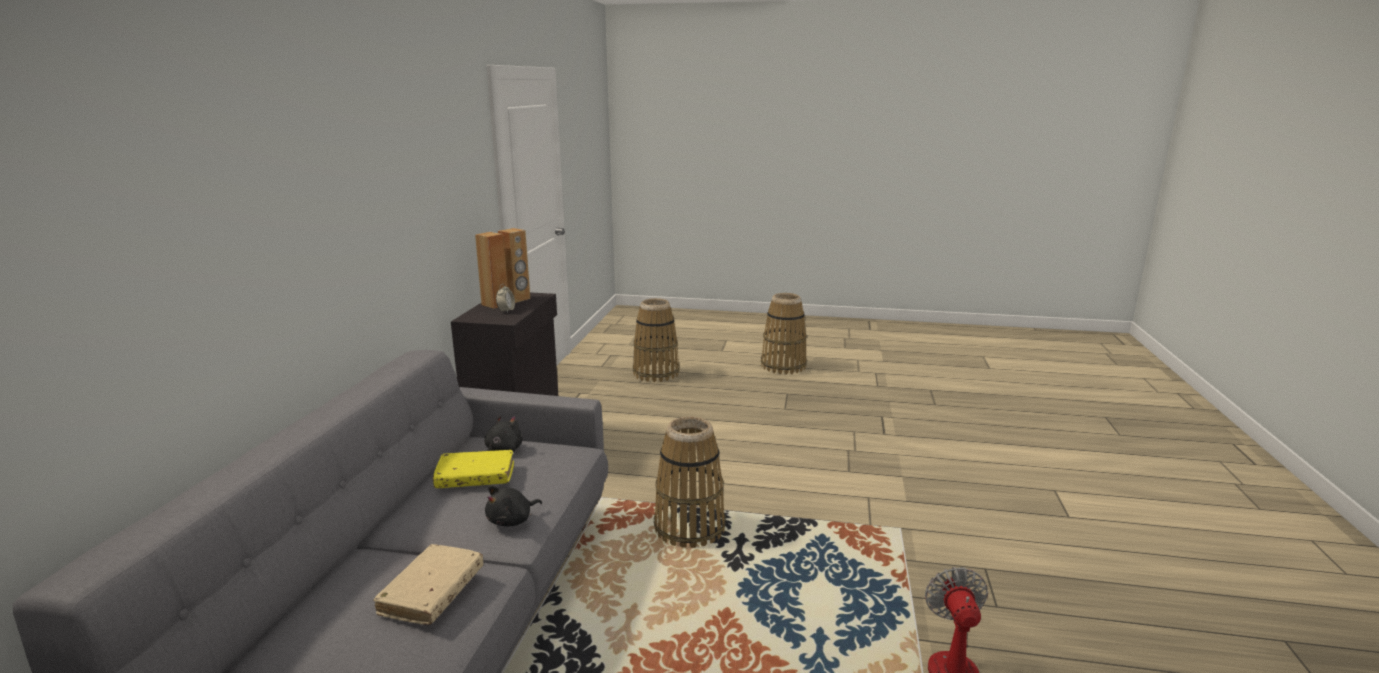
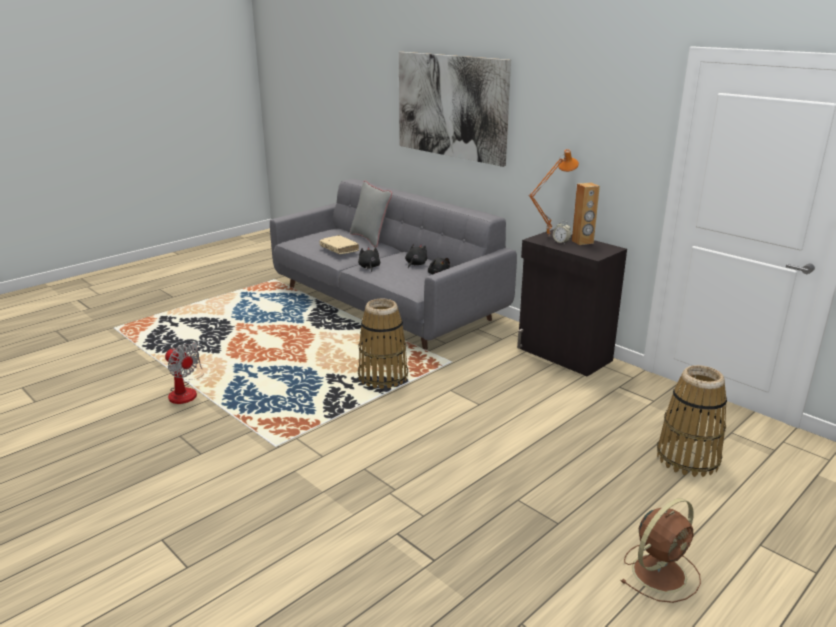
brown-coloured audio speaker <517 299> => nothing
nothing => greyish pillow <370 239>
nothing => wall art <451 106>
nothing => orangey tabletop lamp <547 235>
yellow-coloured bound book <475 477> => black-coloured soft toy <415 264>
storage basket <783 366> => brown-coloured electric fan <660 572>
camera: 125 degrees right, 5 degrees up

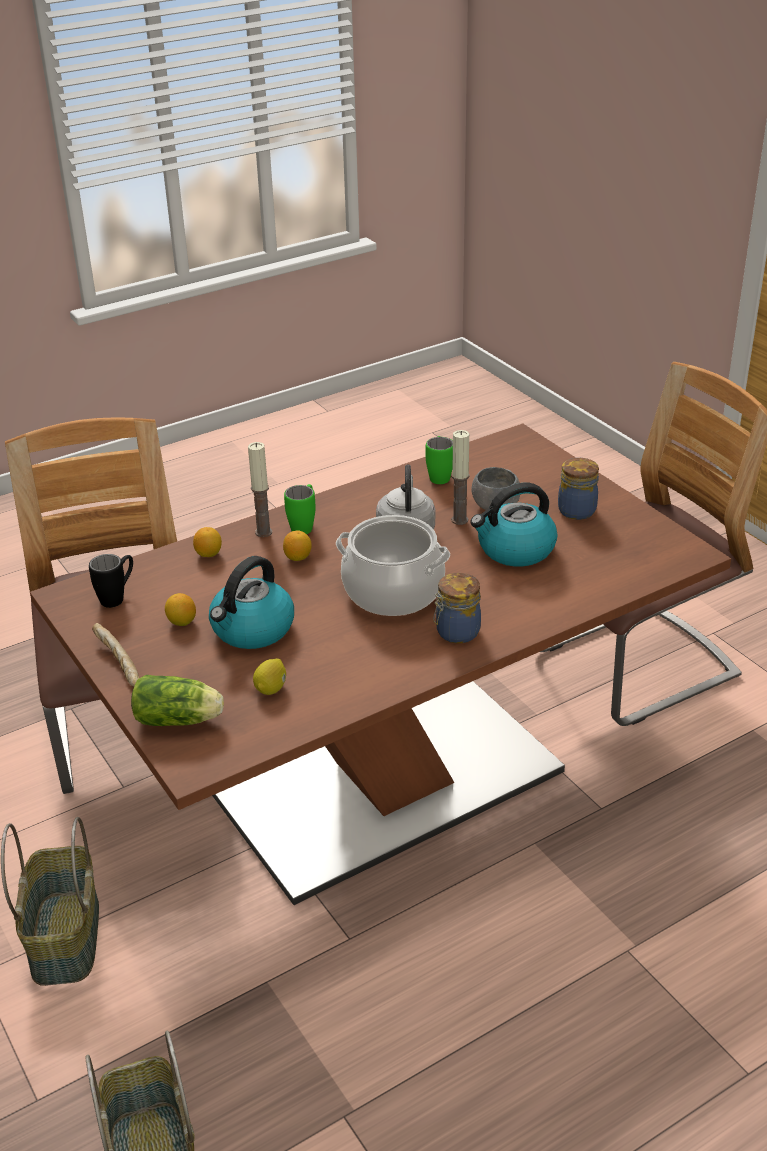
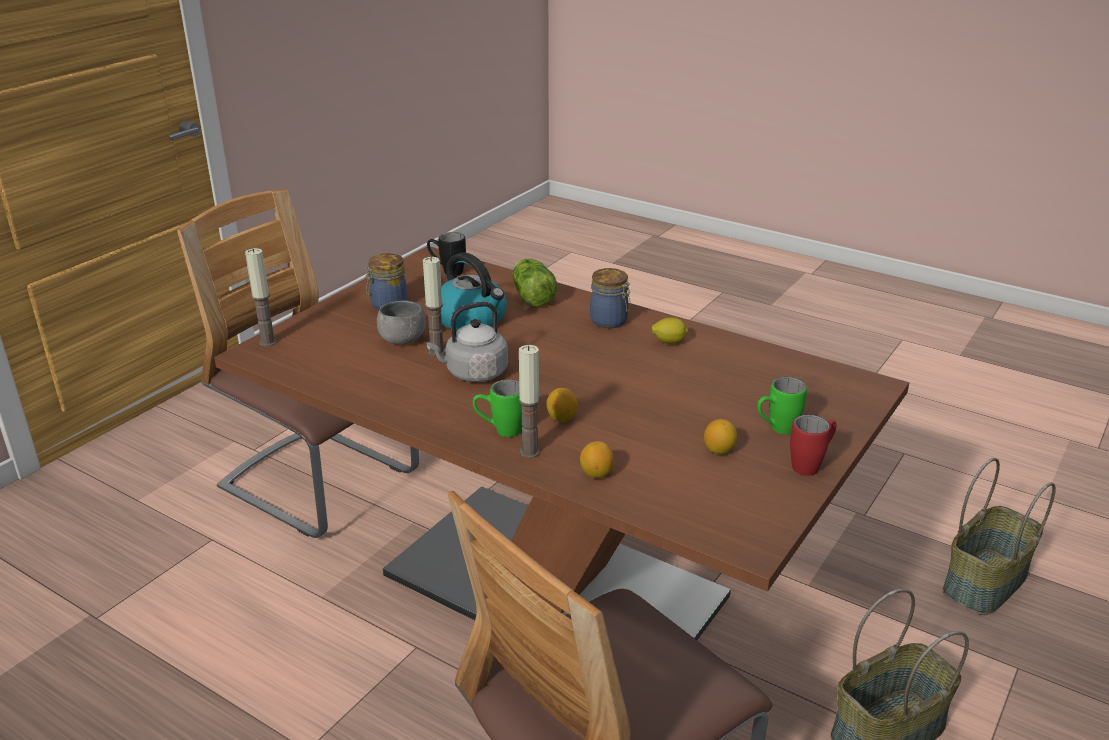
kettle <252 630> => nothing
saucepot <393 592> => nothing
nothing => candle <268 342>
black-coloured tea mug <118 597> => black-coloured tea mug <447 271>, moved
lettuce head <180 720> => lettuce head <532 296>, moved
citrus fruit <271 688> => citrus fruit <669 342>, moved
green-coloured tea mug <439 475> => green-coloured tea mug <776 429>, moved
bakery bread <117 663> => red tea mug <811 465>
camera: 115 degrees left, 5 degrees down

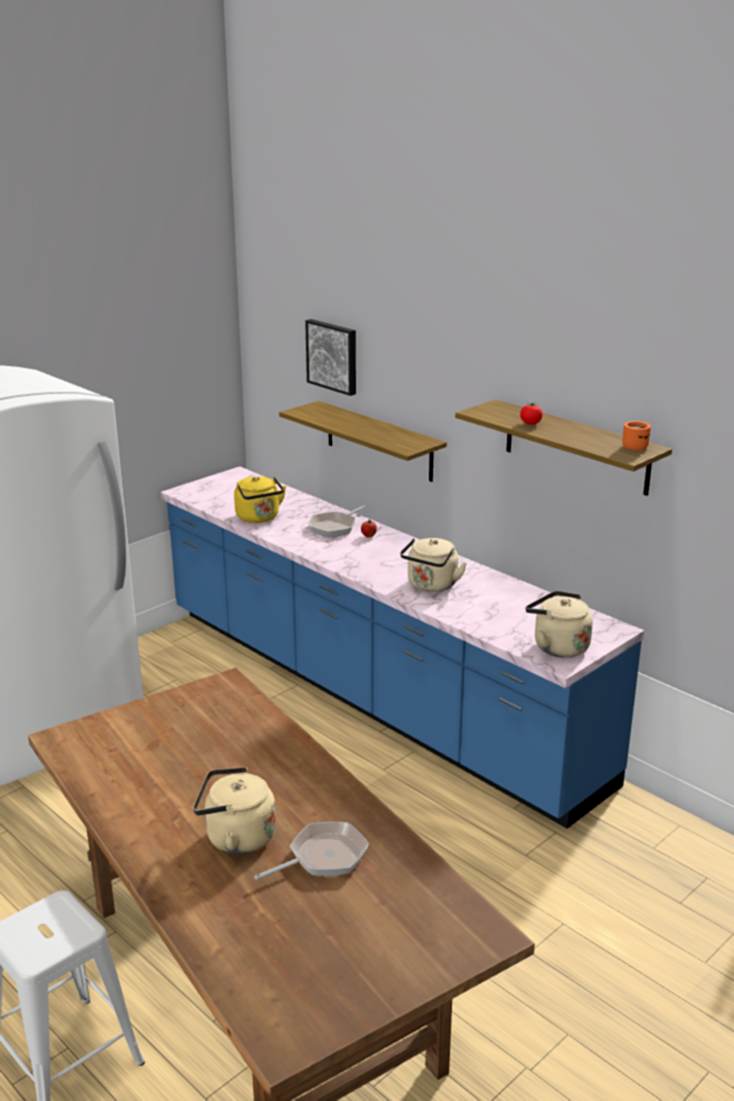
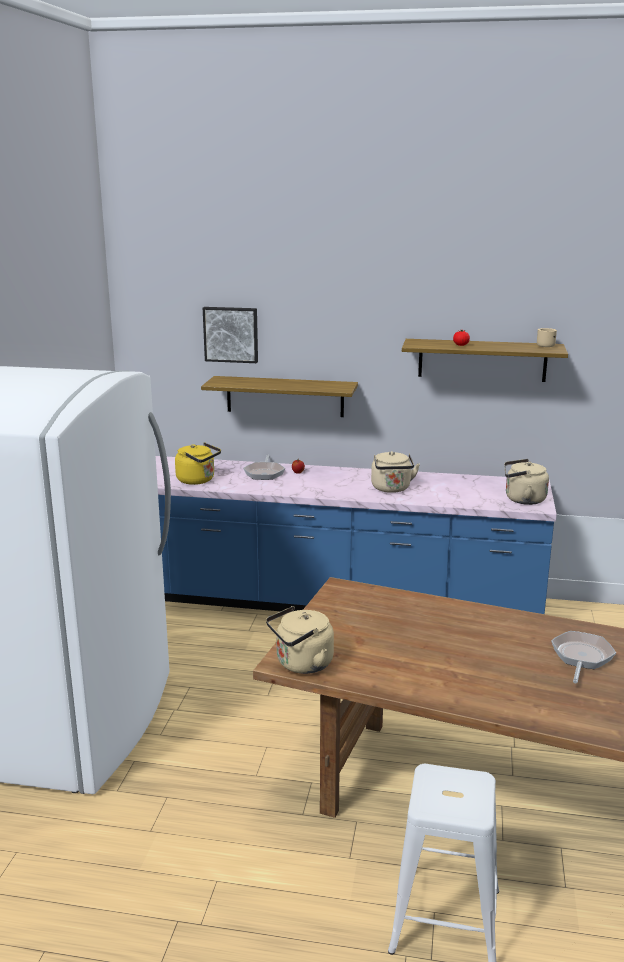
sand-coloured kettle <236 838> => sand-coloured kettle <301 664>, moved
orangey tea mug <634 446> => sand-coloured tea mug <544 346>
camera: 35 degrees left, 5 degrees down

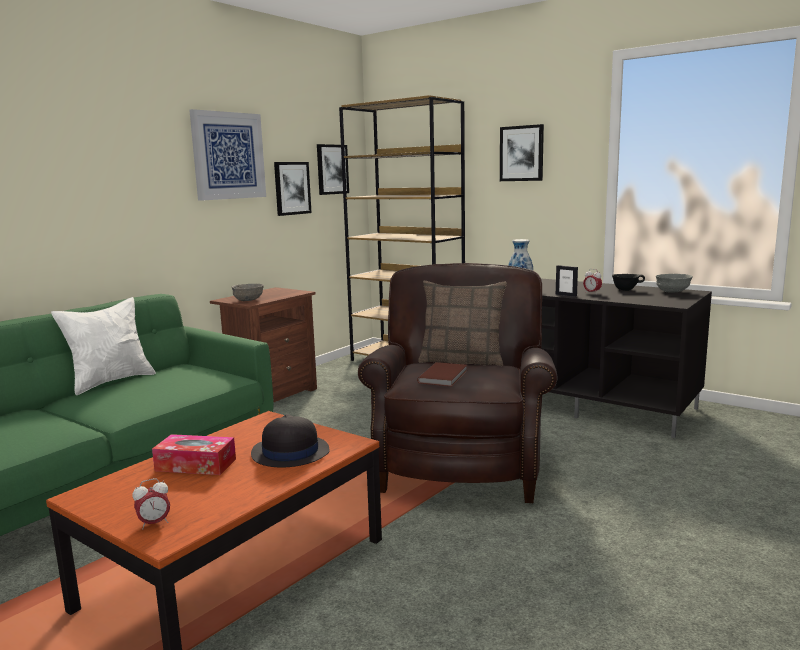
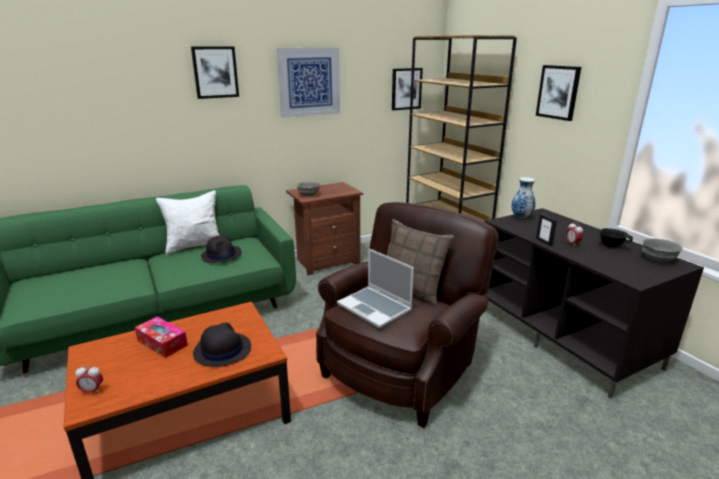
nothing => black-coloured hat <221 255>
wall art <292 188> => wall art <215 72>, moved
brown-coloured bound book <444 376> => portable computer <375 308>
camera: 25 degrees right, 10 degrees up

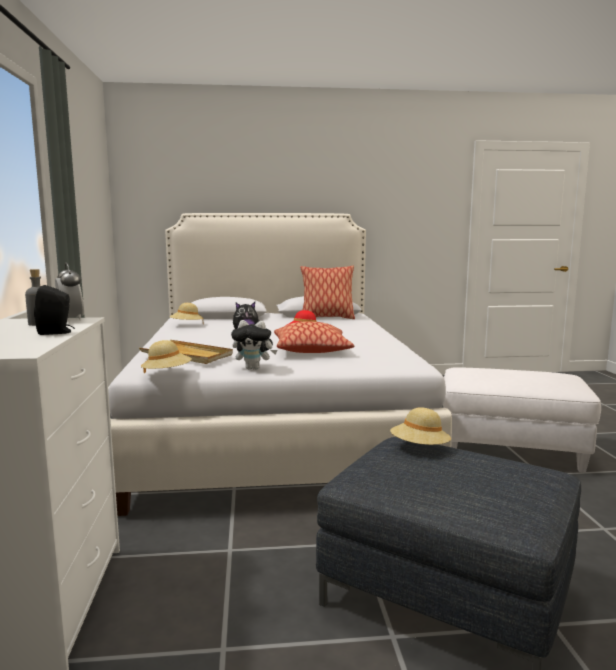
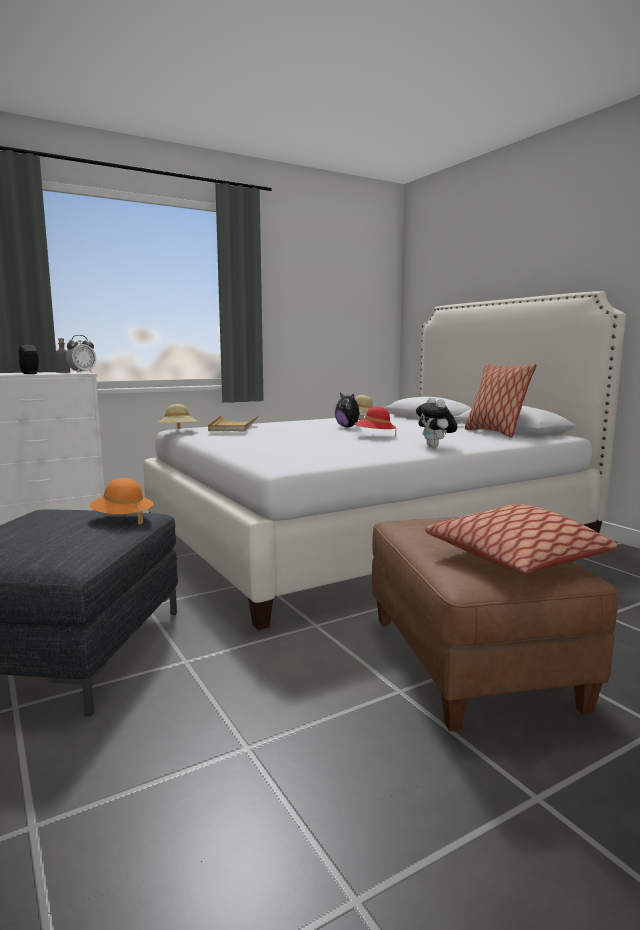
soft toy <254 368> => soft toy <435 446>, moved
pillow <311 350> => pillow <516 559>, moved
sand-coloured hat <419 448> => orangey hat <122 519>
white pouffe <511 450> => brown-coloured pouffe <472 663>
camera: 65 degrees right, 0 degrees up

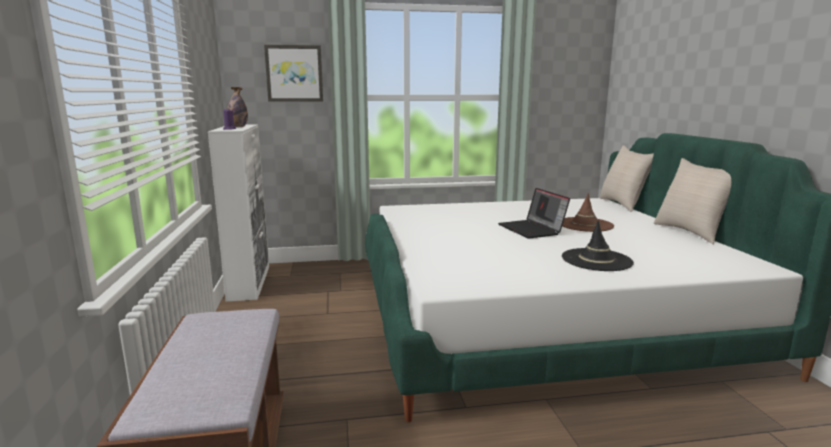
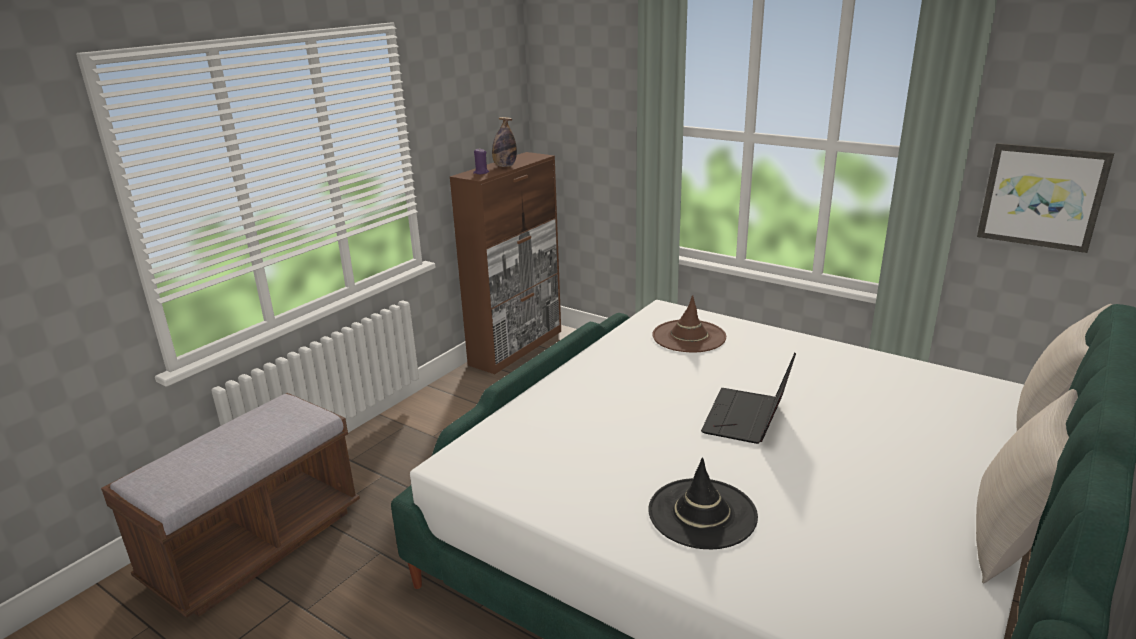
wall art <294 73> => wall art <1041 196>, moved
brown-coloured hat <585 225> => brown-coloured hat <688 336>, moved
white storage cabinet <249 282> => brown-coloured storage cabinet <517 347>
camera: 45 degrees right, 10 degrees up

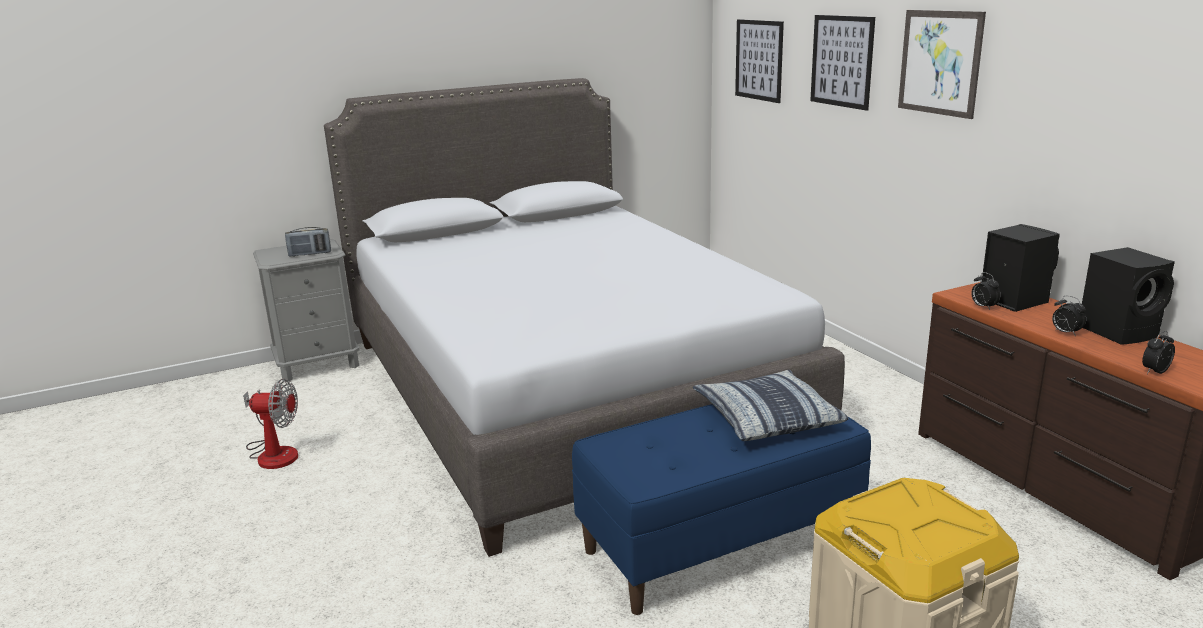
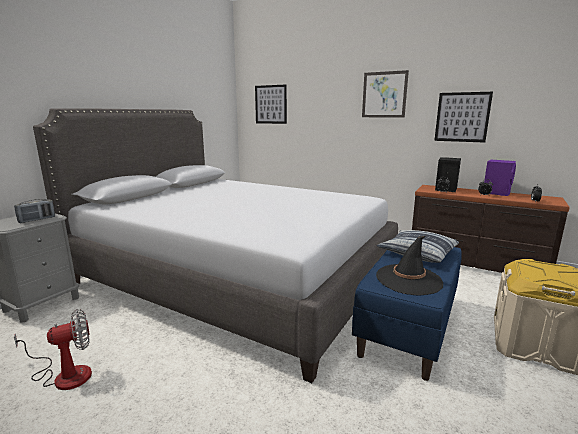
nothing => black-coloured hat <408 279>
wall art <841 61> => wall art <462 117>, moved
black-coloured audio speaker <1120 332> => purple audio speaker <496 193>
camera: 35 degrees left, 5 degrees down

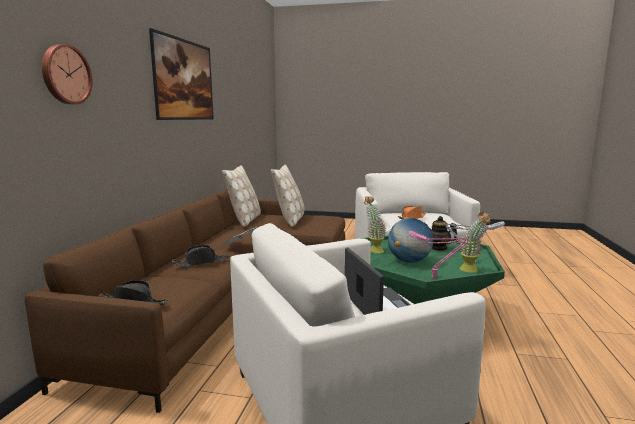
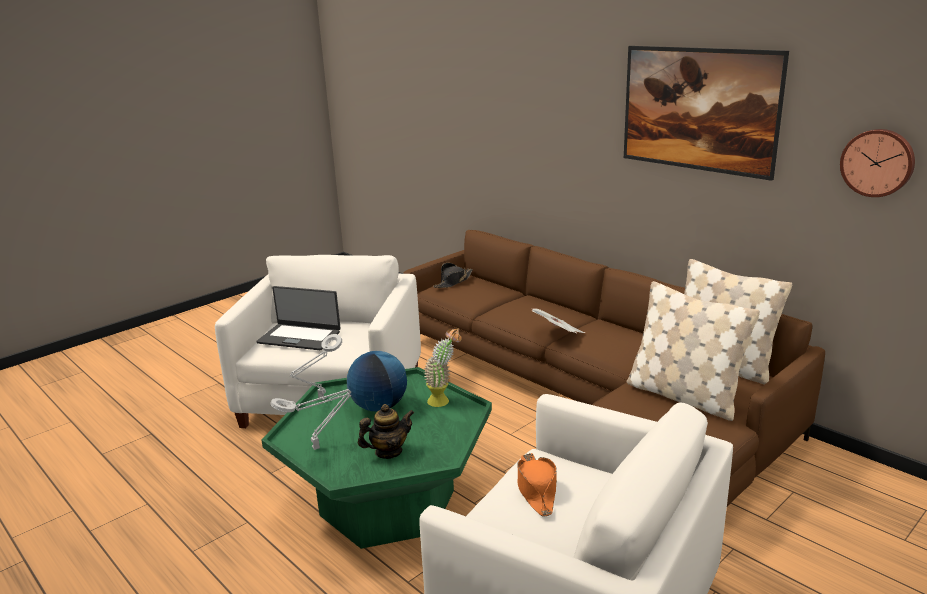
black-coloured hat <201 262> => nothing
plant in a pot <472 271> => nothing
clock on the wall <65 74> => clock on the wall <877 162>, moved
pinkish tabletop lamp <436 277> => greyish tabletop lamp <321 400>
camera: 125 degrees right, 10 degrees up

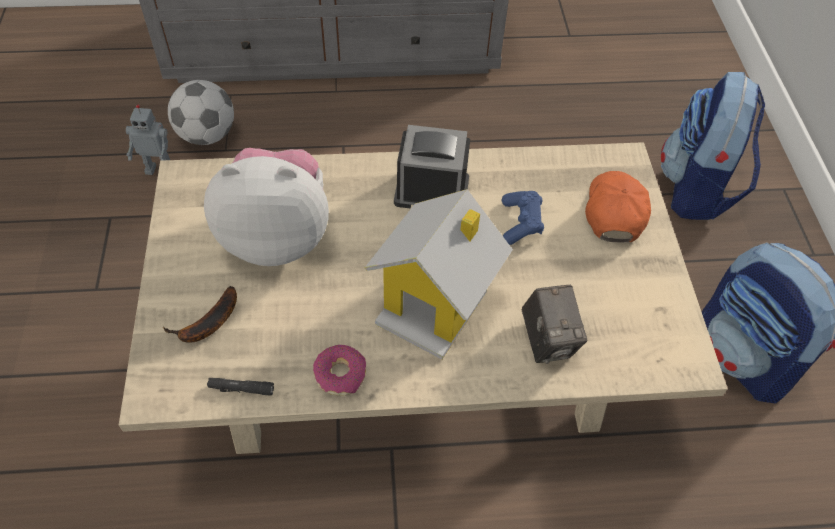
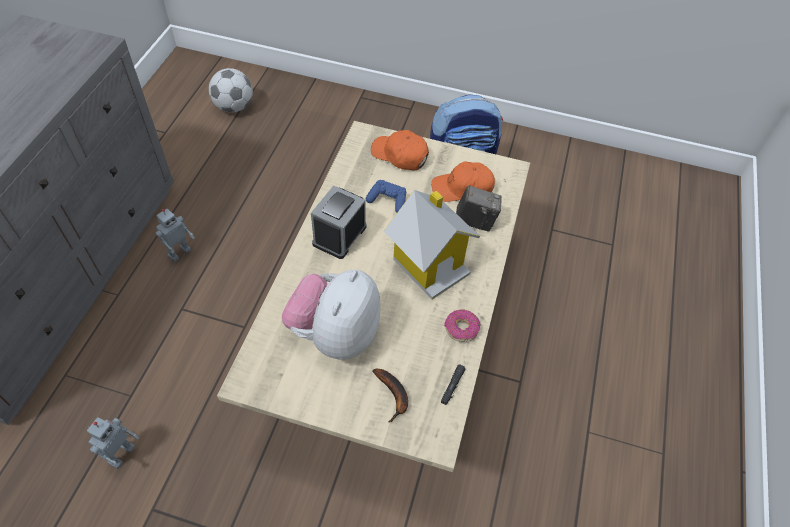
backpack <696 189> => nothing
nothing => model robot <178 252>
nothing => orangey cap <462 189>
football <207 135> => football <234 106>, moved
camera: 70 degrees left, 0 degrees up

